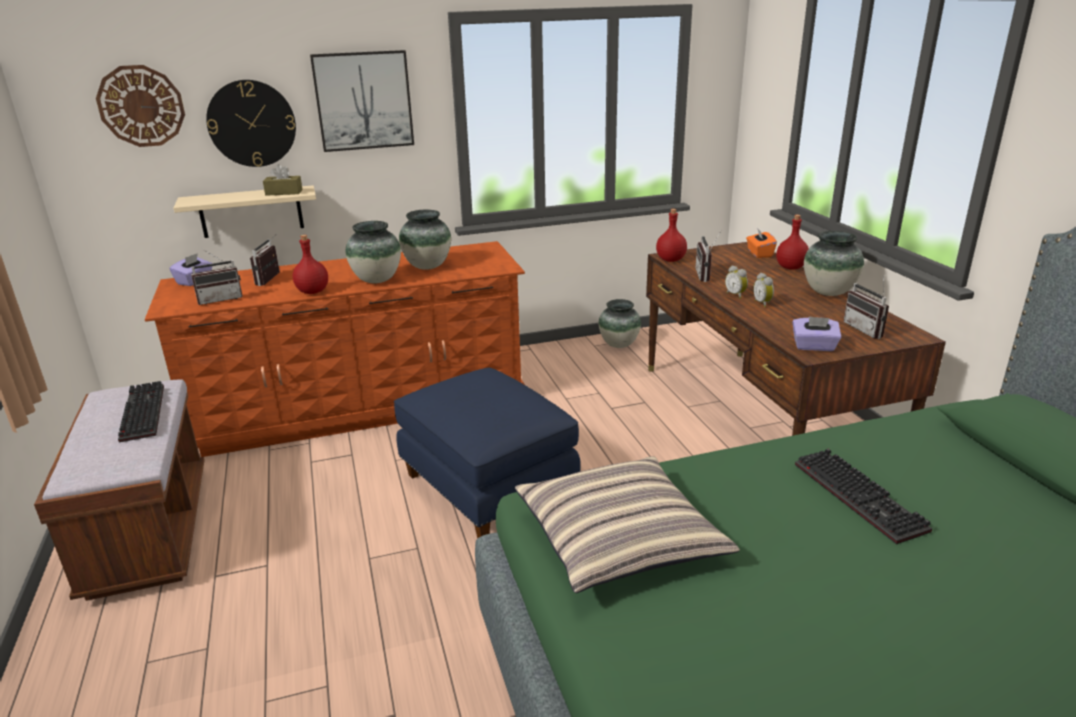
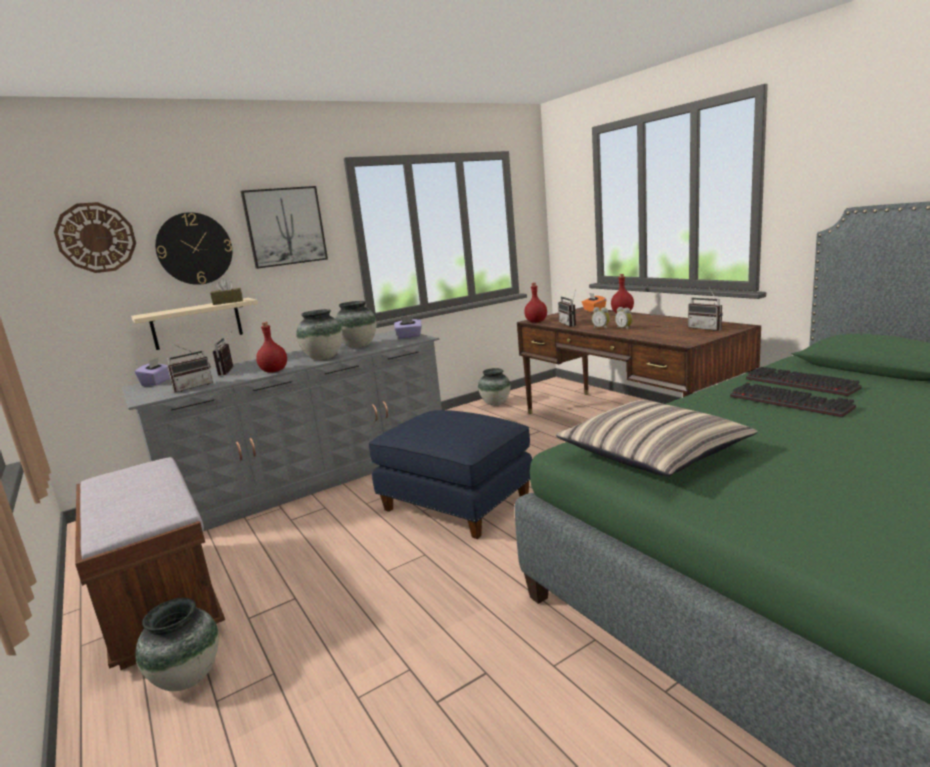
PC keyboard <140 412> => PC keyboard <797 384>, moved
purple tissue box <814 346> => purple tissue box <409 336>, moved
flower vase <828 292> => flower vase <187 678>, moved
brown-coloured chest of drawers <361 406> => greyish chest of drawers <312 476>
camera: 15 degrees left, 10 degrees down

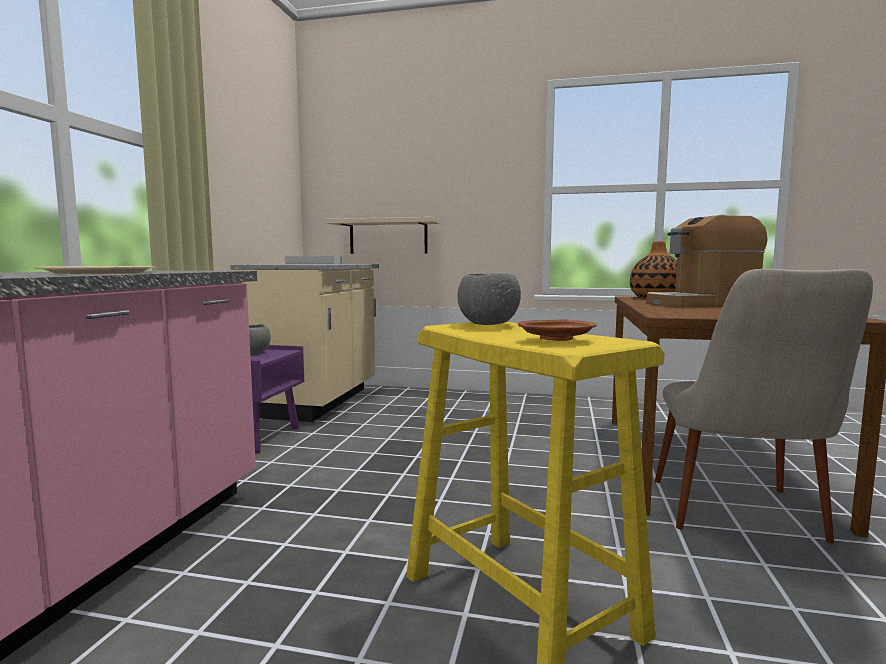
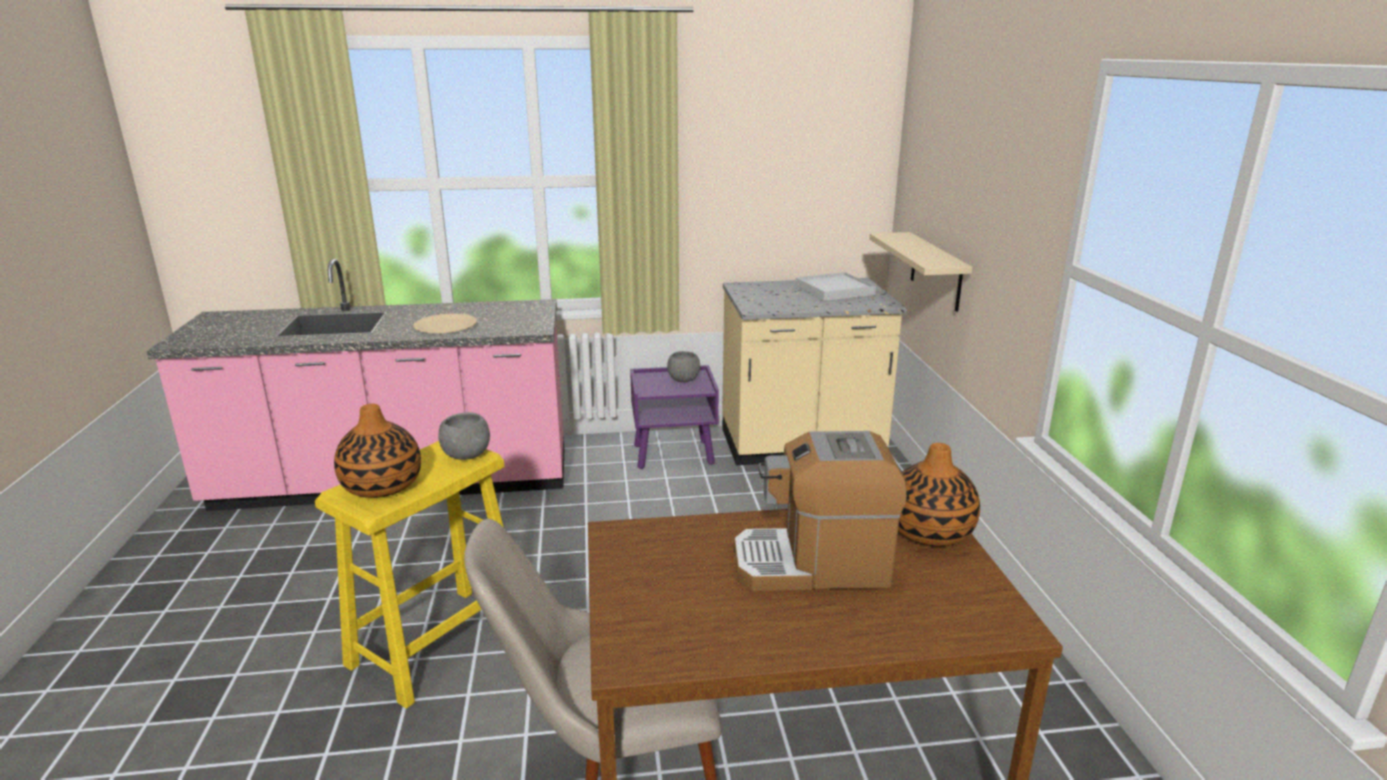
brown-coloured plate <557 339> => flower vase <382 486>
coffee brewer <701 304> => coffee brewer <813 564>, 60 degrees counterclockwise
camera: 70 degrees right, 15 degrees up

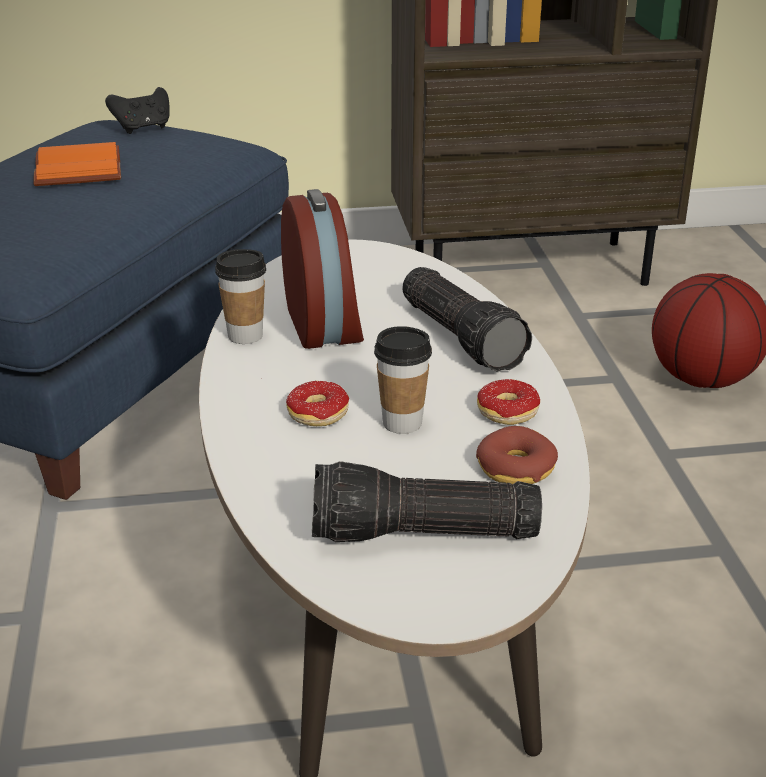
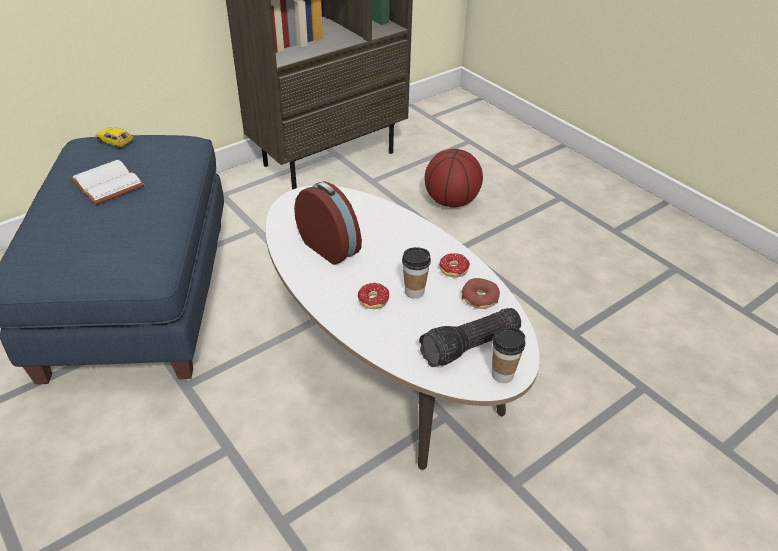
torch <463 336> => nothing
drinking cup <245 336> => drinking cup <502 374>, moved
black-coloured gamepad <143 128> => toy car <115 142>
orangey bound book <75 168> => white bound book <105 184>
camera: 30 degrees left, 10 degrees up

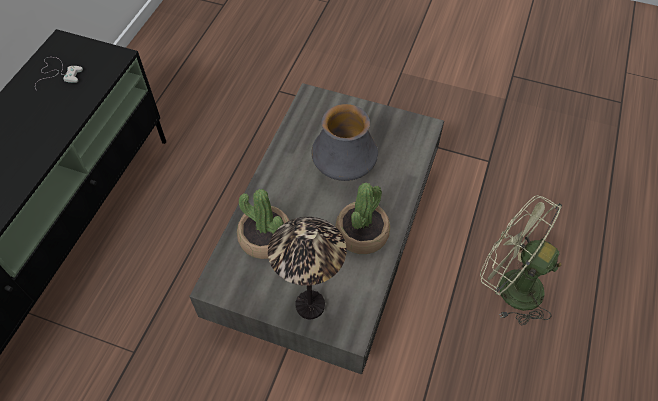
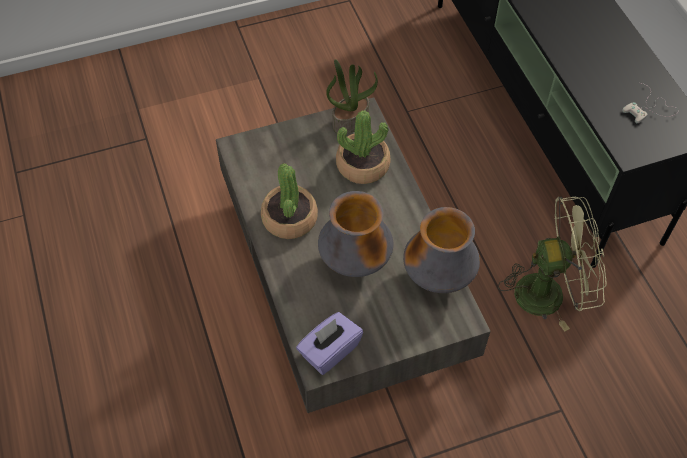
tabletop lamp <310 306> => nothing
nothing => purple tissue box <329 351>
nothing => plant in a pot <350 120>
nothing => flower vase <438 278>
green-coloured electric fan <509 286> => green-coloured electric fan <549 292>, moved
camera: 140 degrees right, 0 degrees up

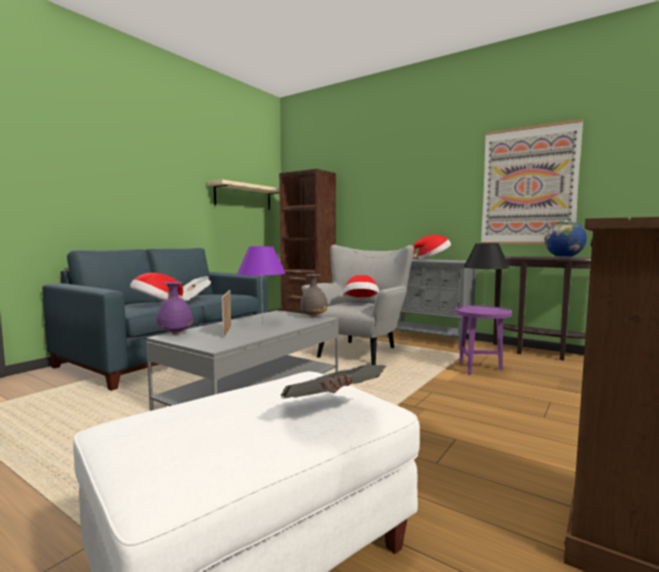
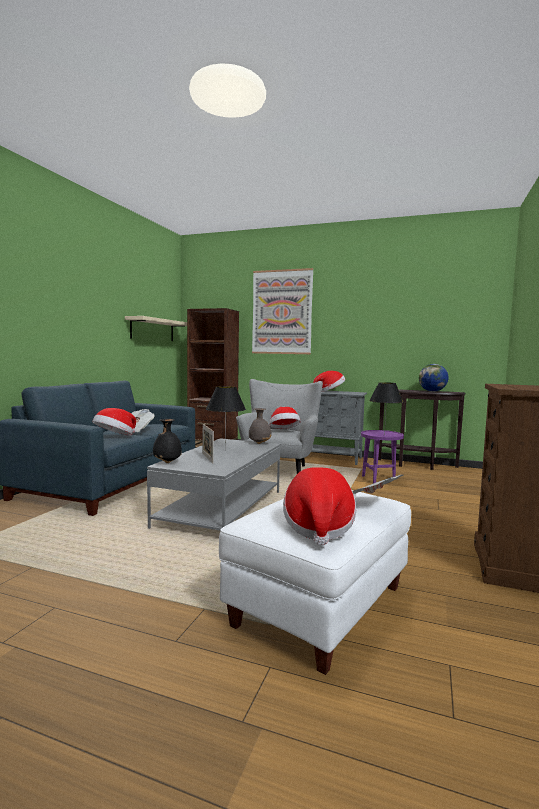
nothing => hat <318 527>
wall art <528 186> => wall art <282 312>, moved
purple flower vase <175 333> => black-coloured flower vase <167 462>
purple tabletop lamp <262 323> => black-coloured tabletop lamp <225 450>
camera: 15 degrees left, 0 degrees up

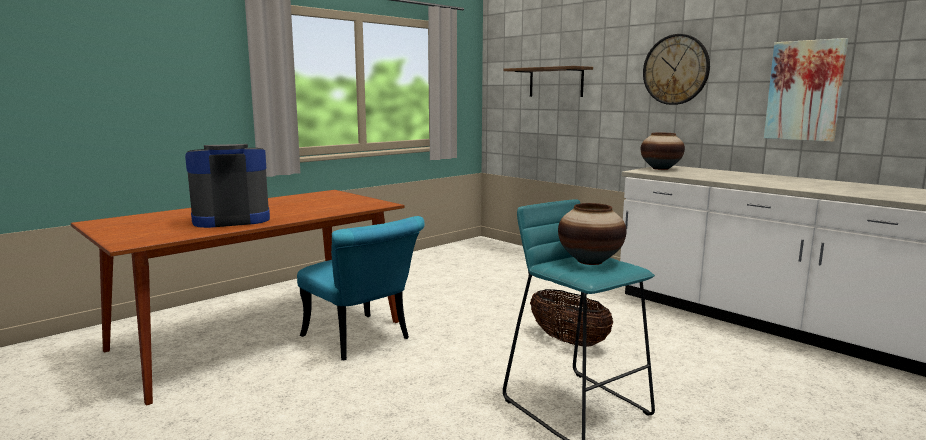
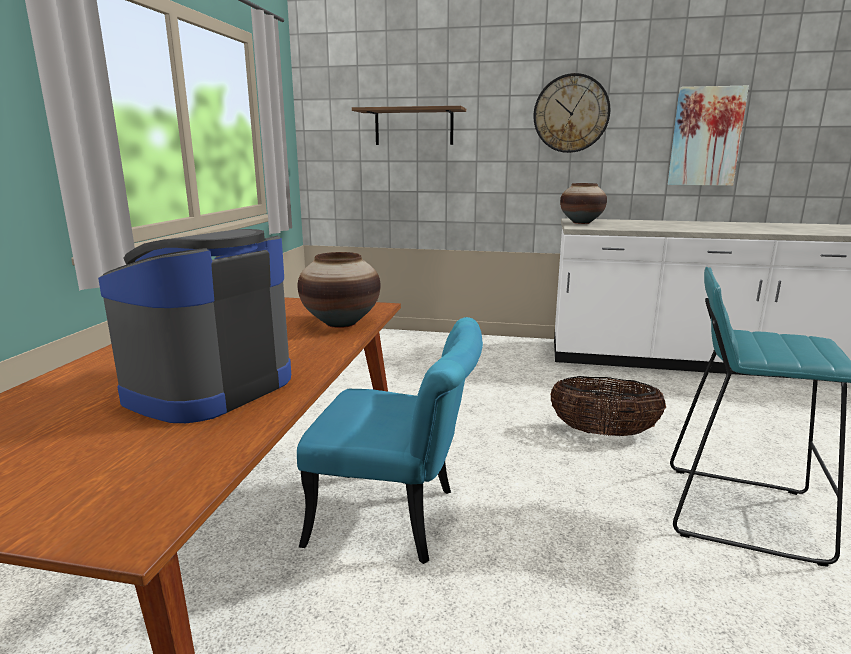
flower vase <590 261> => flower vase <341 323>, moved
camera: 35 degrees left, 5 degrees up

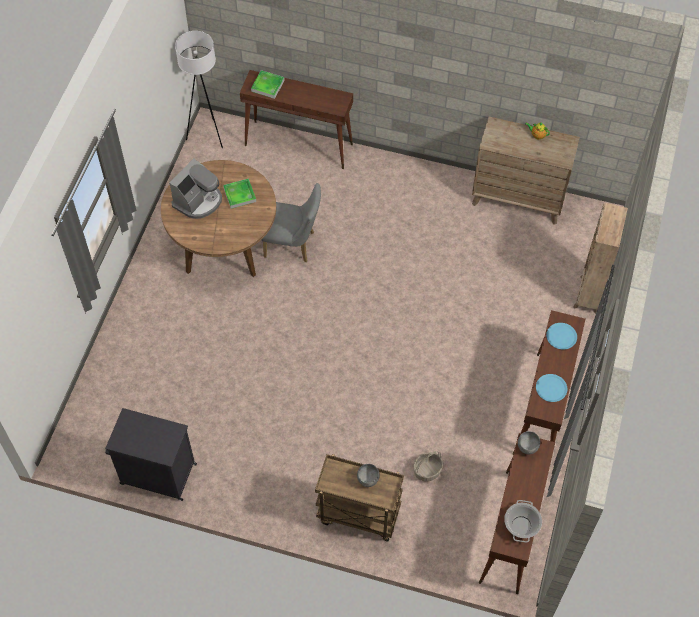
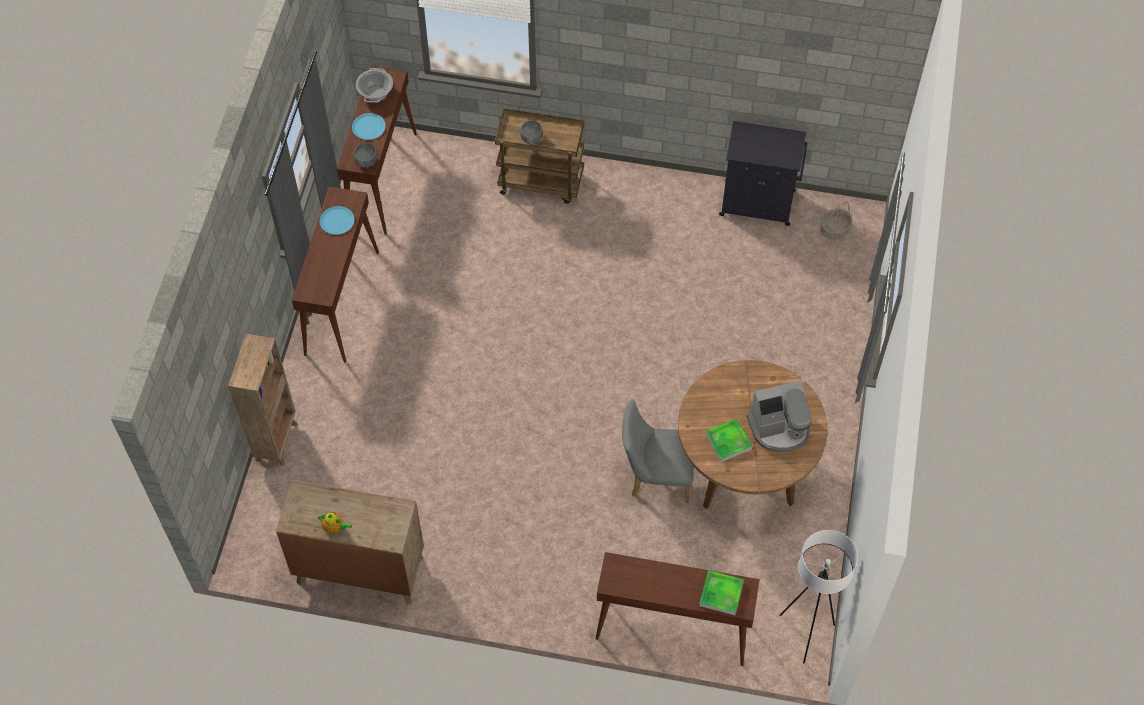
storage basket <427 470> => storage basket <834 230>, moved
bluish plate <561 336> => bluish plate <368 127>, moved
coffee brewer <198 201> => coffee brewer <779 428>, 135 degrees counterclockwise
camera: 175 degrees right, 0 degrees up

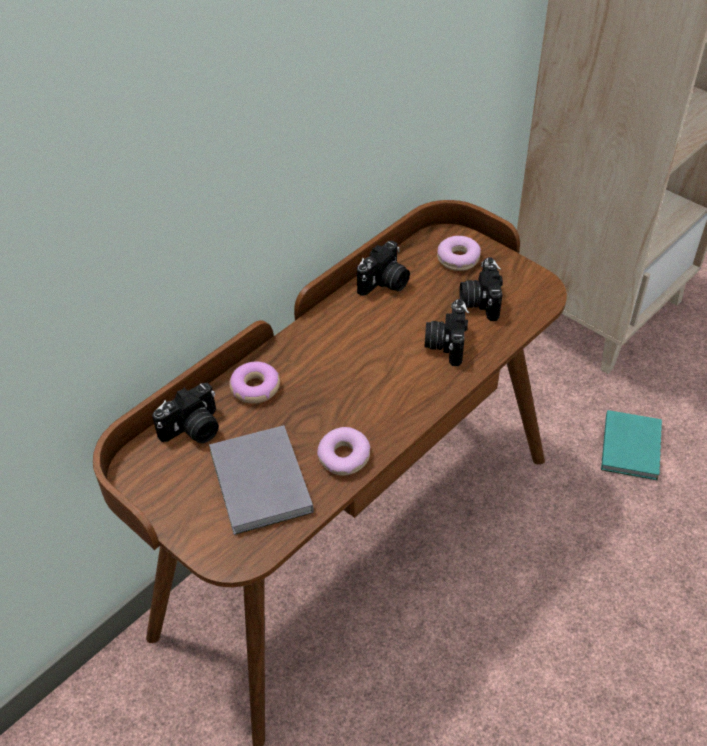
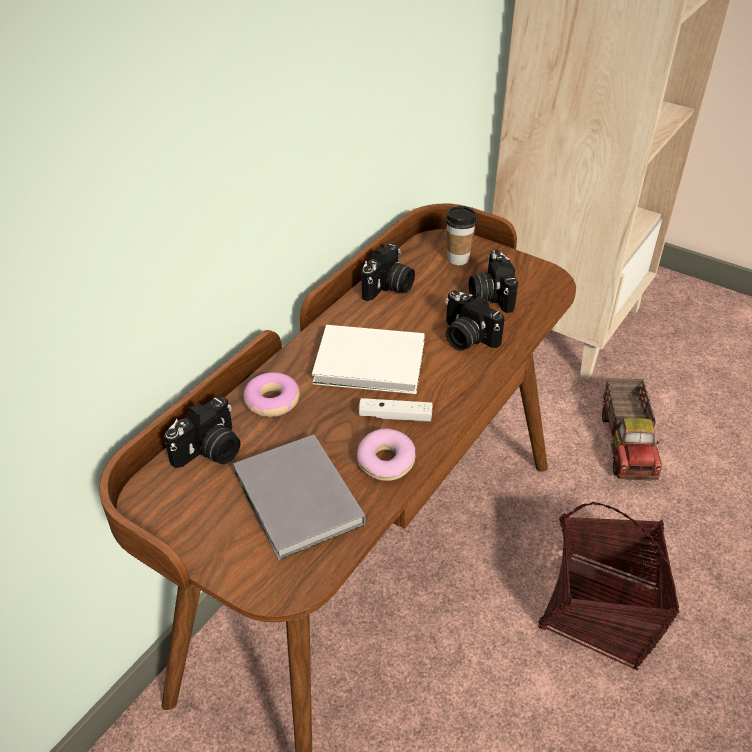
nothing => white bound book <372 364>
nothing => white gamepad <395 416>
nothing => storage basket <600 610>
donut <458 259> => drinking cup <458 259>
blue-green bound book <632 445> => model truck <627 443>
still camera <445 343> => still camera <466 338>, 45 degrees counterclockwise
camera: 10 degrees left, 5 degrees down

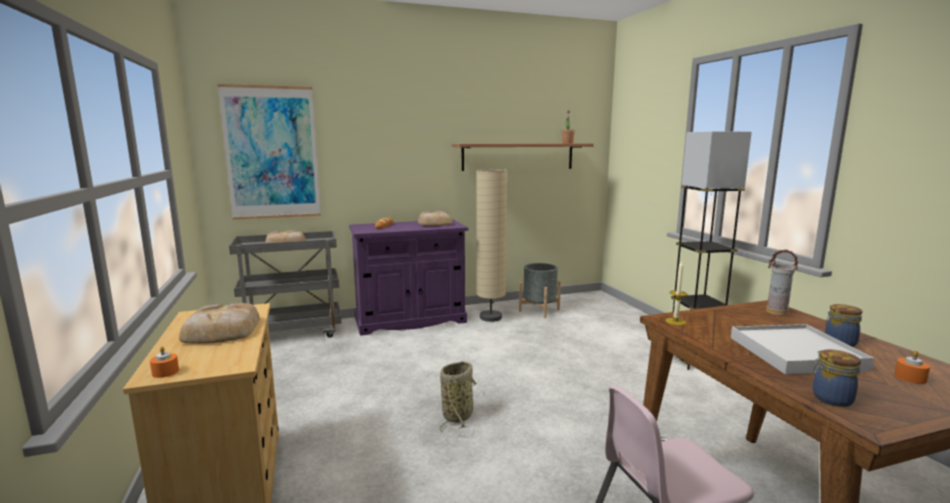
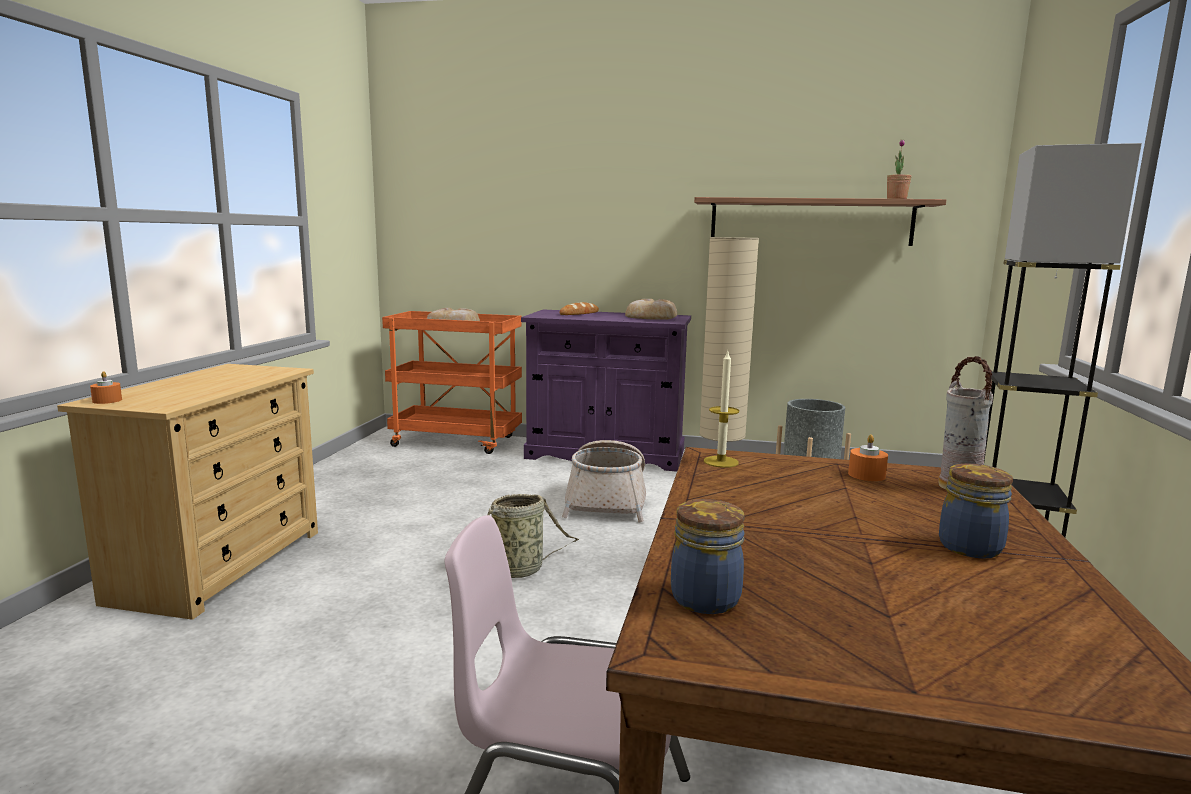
bakery bread <220 331> => nothing
wall art <272 153> => nothing
white serving tray <795 353> => nothing
nothing => storage basket <607 501>
orangey candle <910 378> => orangey candle <866 475>, moved
greyish cart <294 332> => orangey cart <458 441>
camera: 30 degrees right, 0 degrees up

